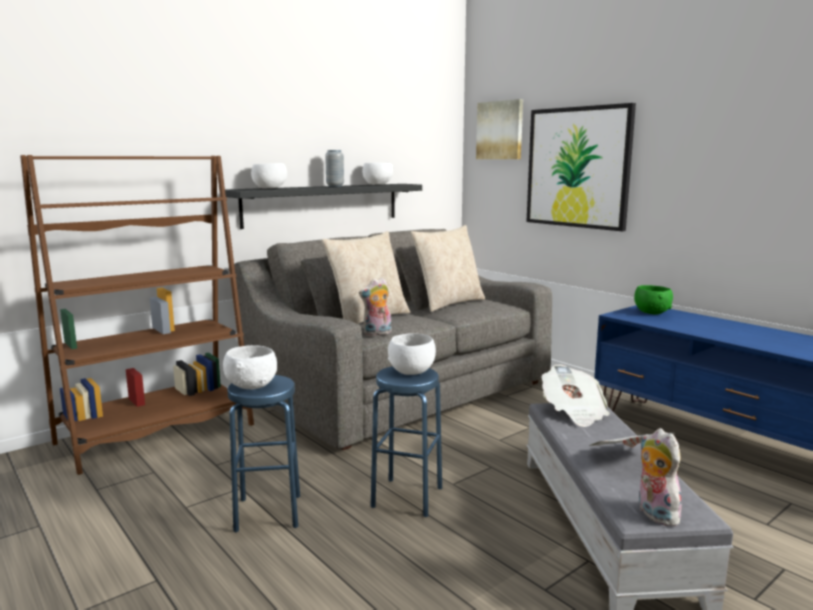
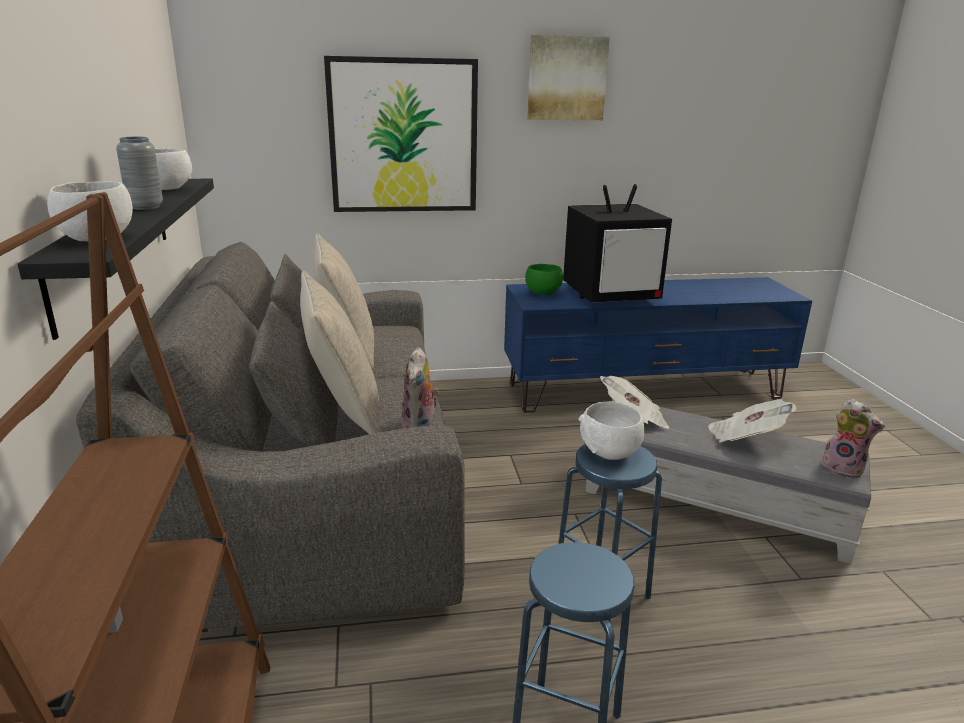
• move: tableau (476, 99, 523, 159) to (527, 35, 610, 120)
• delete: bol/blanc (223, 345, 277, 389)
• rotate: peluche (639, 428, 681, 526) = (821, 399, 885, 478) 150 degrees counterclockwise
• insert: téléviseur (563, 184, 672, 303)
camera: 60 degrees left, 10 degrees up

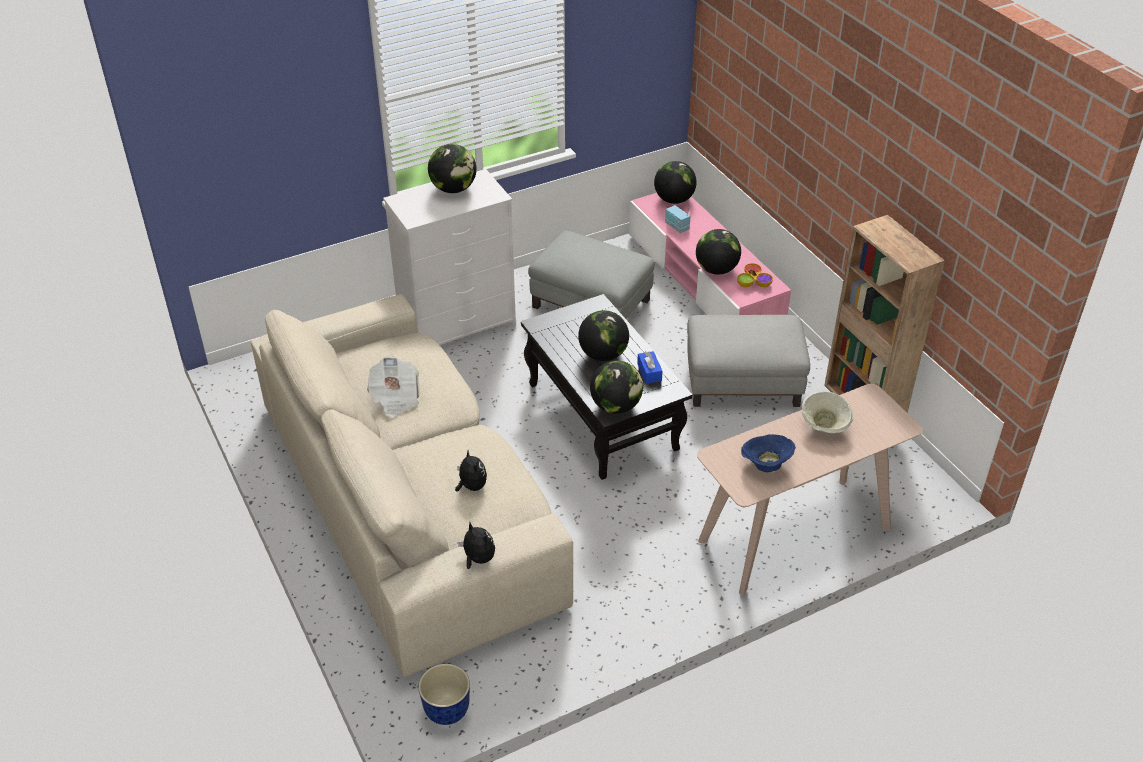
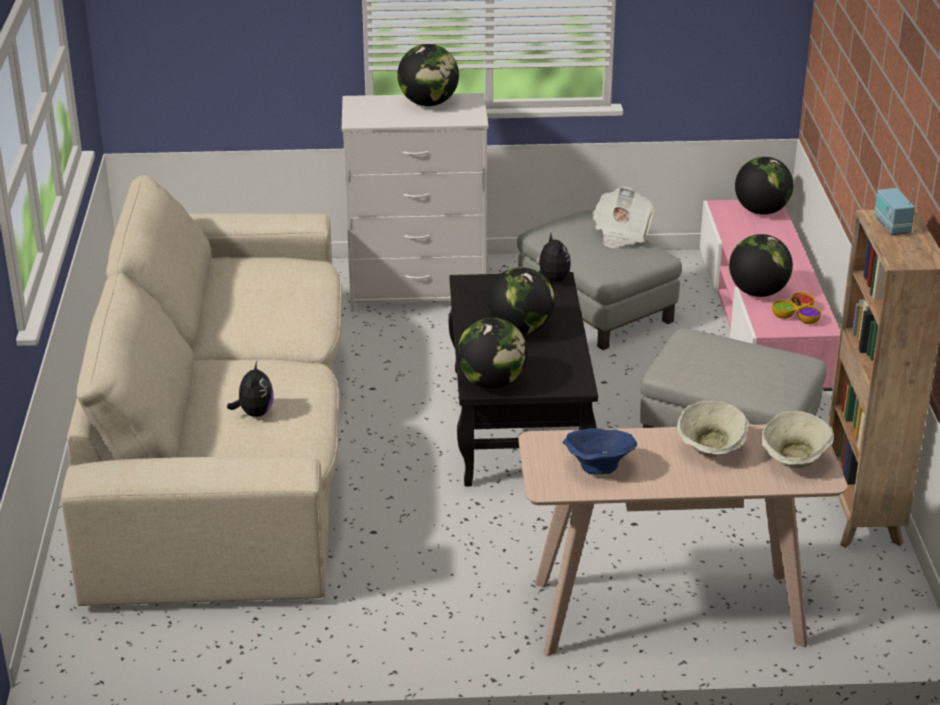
• move: radio (665, 205, 691, 233) to (874, 188, 915, 235)
• delete: boîte à mouchoirs/bleu (637, 351, 663, 384)
• move: journal (367, 356, 420, 418) to (592, 187, 654, 248)
• move: peluche (458, 523, 495, 569) to (536, 233, 571, 282)
• delete: cache-pot (418, 664, 470, 725)
• insert: bol/beige (761, 411, 834, 468)
camera: 25 degrees right, 10 degrees down

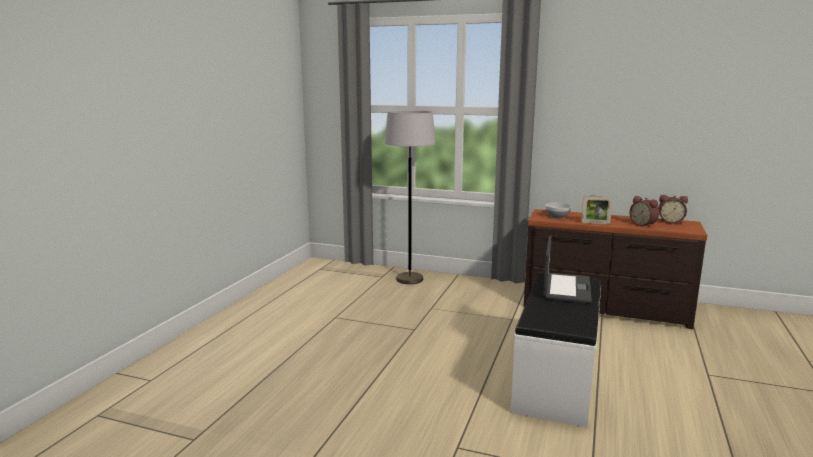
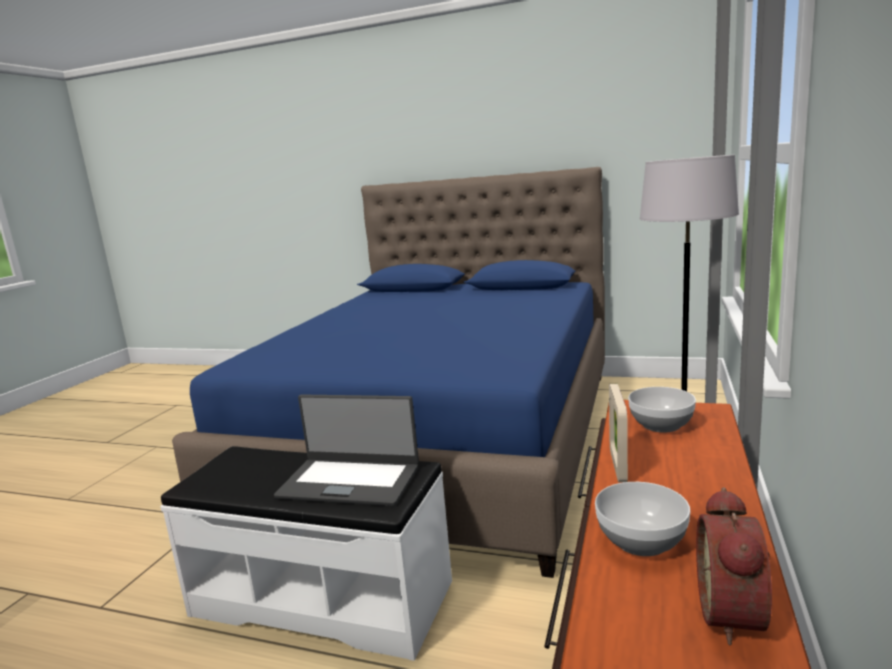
• replace: réveil (630, 196, 659, 228) to bol (595, 482, 691, 556)
• insert: lit/bleu (172, 167, 605, 578)
camera: 90 degrees right, 0 degrees up

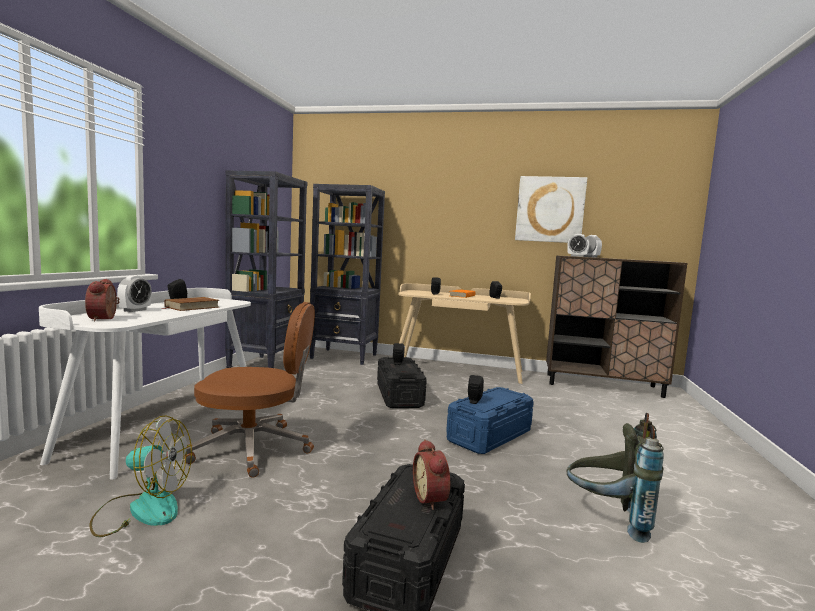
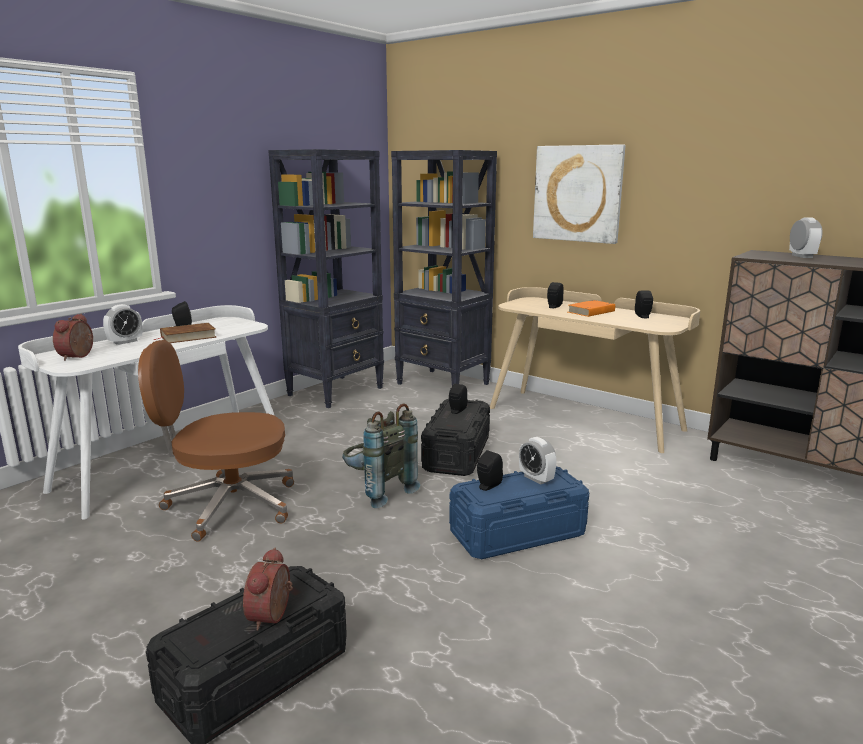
• move: tableau (515, 176, 587, 243) to (533, 144, 625, 244)
• move: réveil (567, 234, 590, 257) to (519, 437, 556, 485)
• rotate: chaise de bureau/marron (184, 302, 315, 478) = (138, 340, 294, 542) 150 degrees clockwise
• move: sac à dos/gris (566, 413, 664, 543) to (342, 403, 420, 508)
• delete: ventilateur (89, 416, 192, 537)
camera: 25 degrees right, 10 degrees up

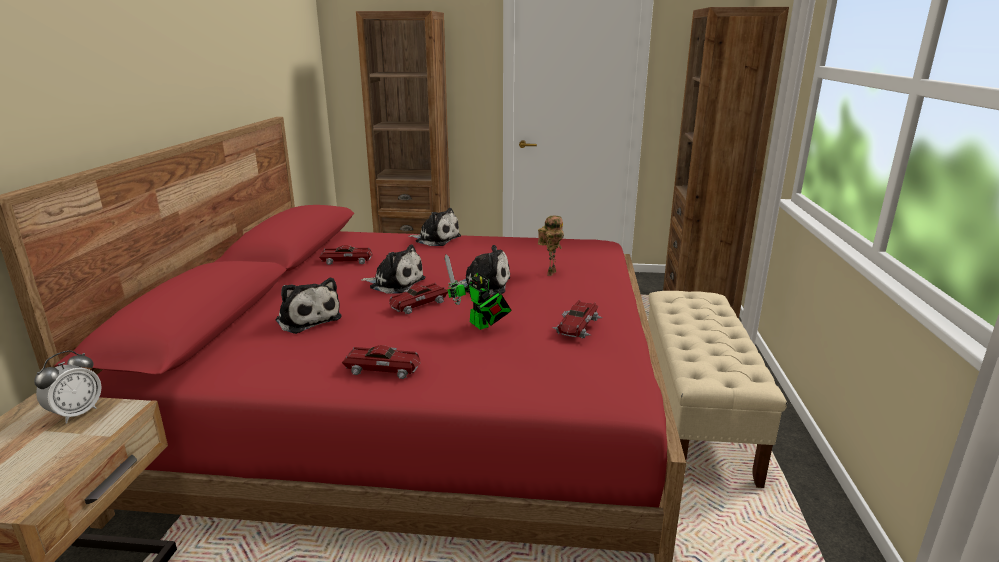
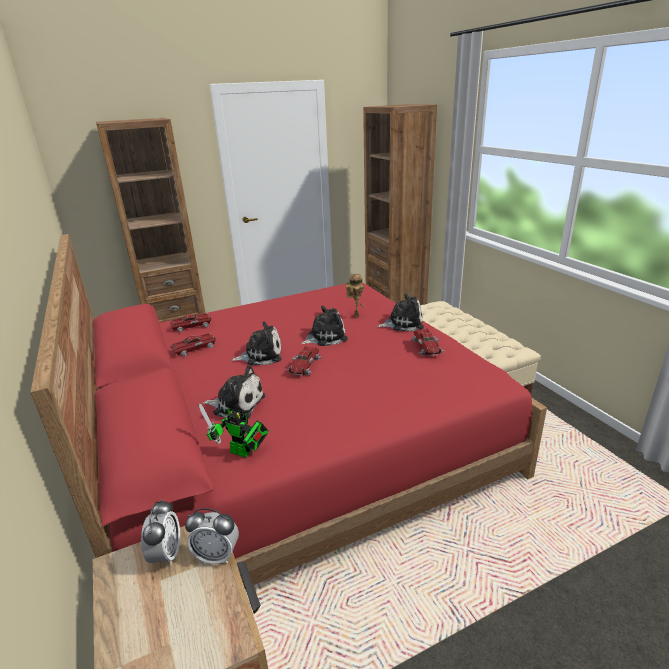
• move: peluche (408, 208, 461, 246) to (377, 293, 424, 331)
• move: robot jouet (445, 254, 512, 330) to (199, 404, 269, 458)
• move: petite voiture (342, 345, 421, 379) to (170, 313, 212, 332)
• insert: réveil (185, 508, 239, 564)
camera: 30 degrees left, 5 degrees up

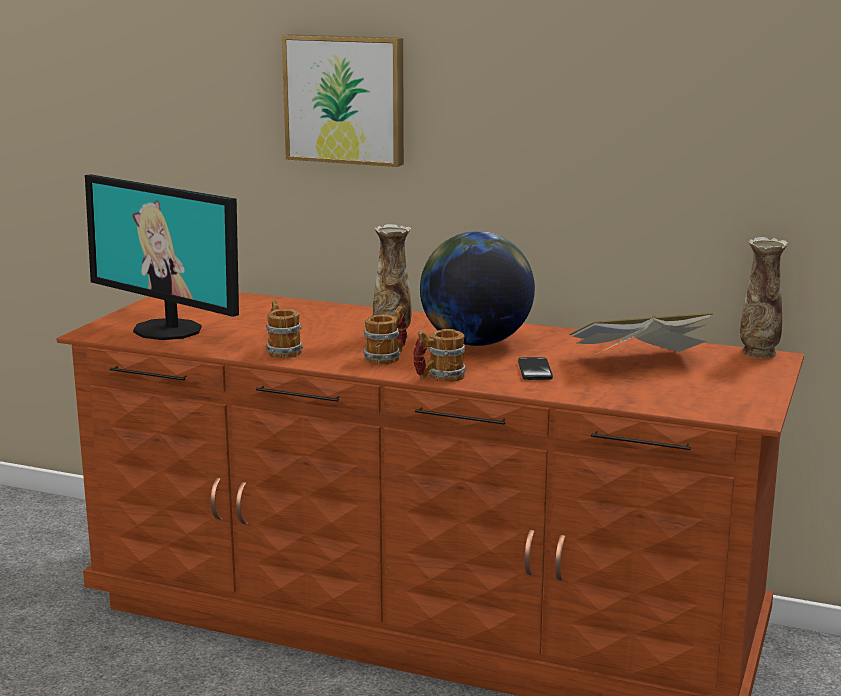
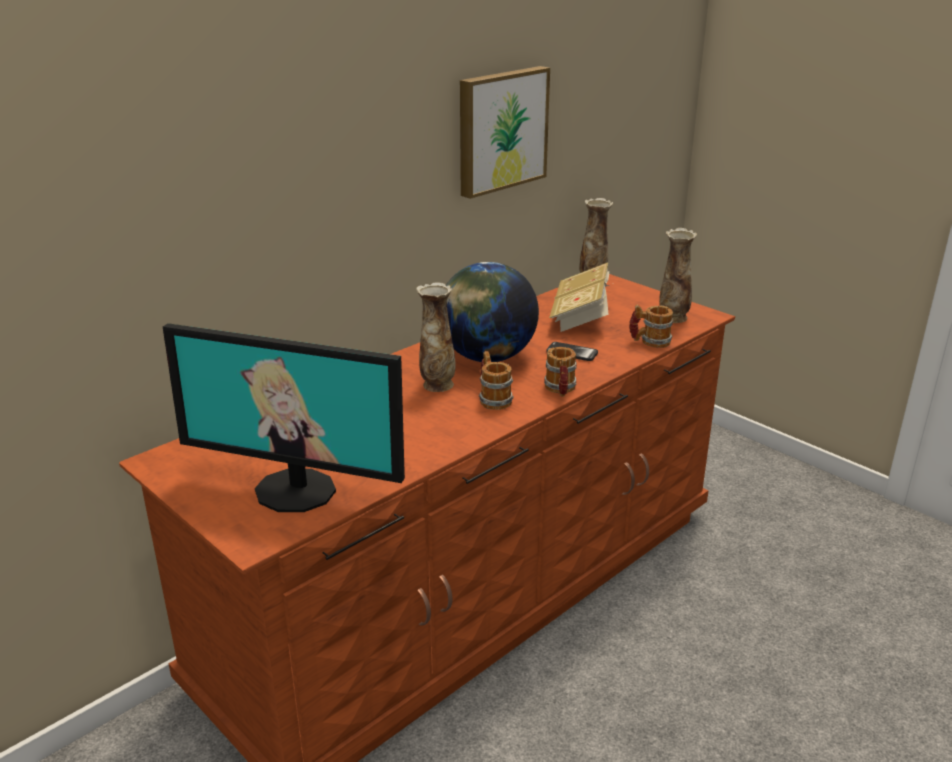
• move: tableau (282, 34, 404, 167) to (460, 66, 550, 199)
• rotate: écran d'ordinateur (85, 174, 239, 340) = (163, 323, 405, 512) 45 degrees clockwise
• move: mug (266, 299, 303, 358) to (629, 304, 673, 348)
• insert: vase (659, 228, 697, 323)
camera: 65 degrees left, 10 degrees up

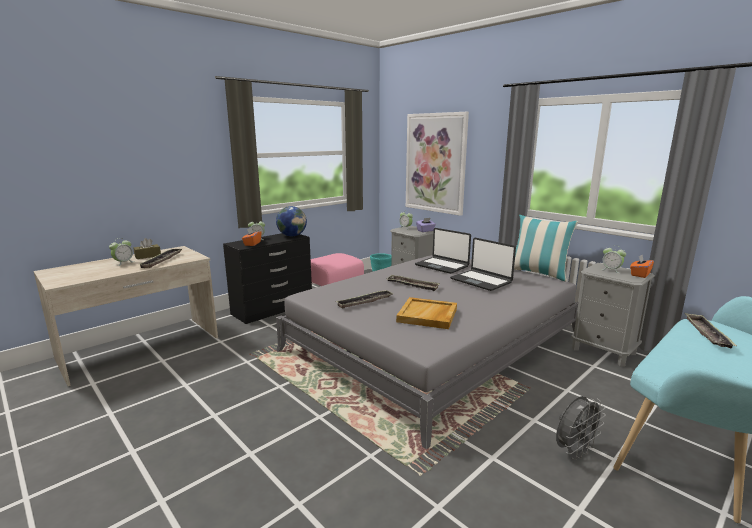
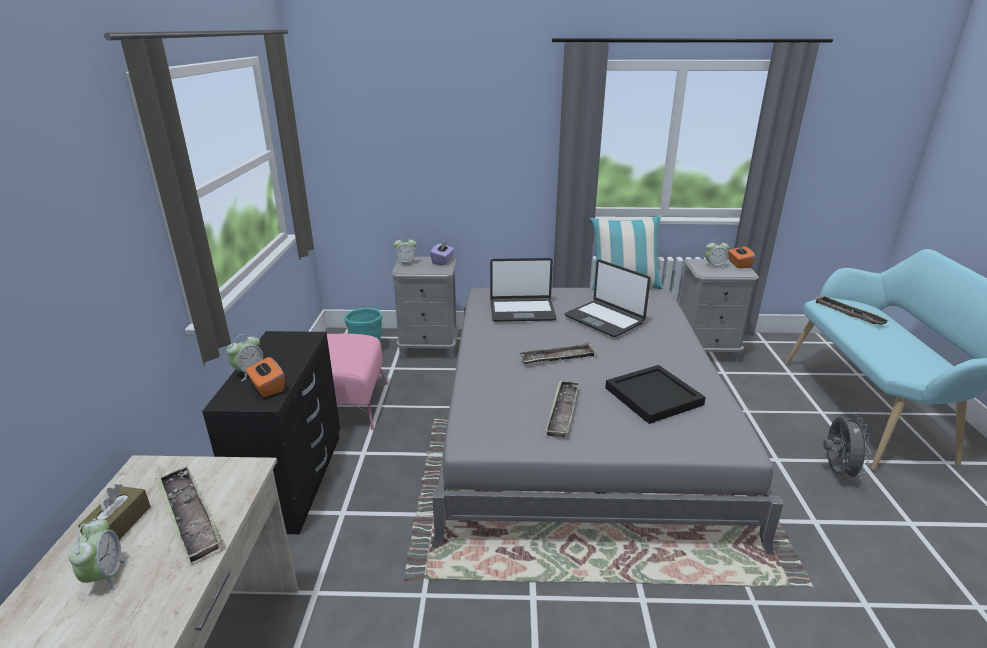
• delete: tableau (406, 112, 469, 216)
• delete: globe (276, 206, 307, 236)
• rotate: ordinateur portable (450, 238, 516, 291) = (564, 259, 651, 337) 45 degrees clockwise
• recolor: plateau/beige (396, 297, 457, 329) to plateau/noir (605, 365, 706, 424)
camera: 45 degrees left, 10 degrees up

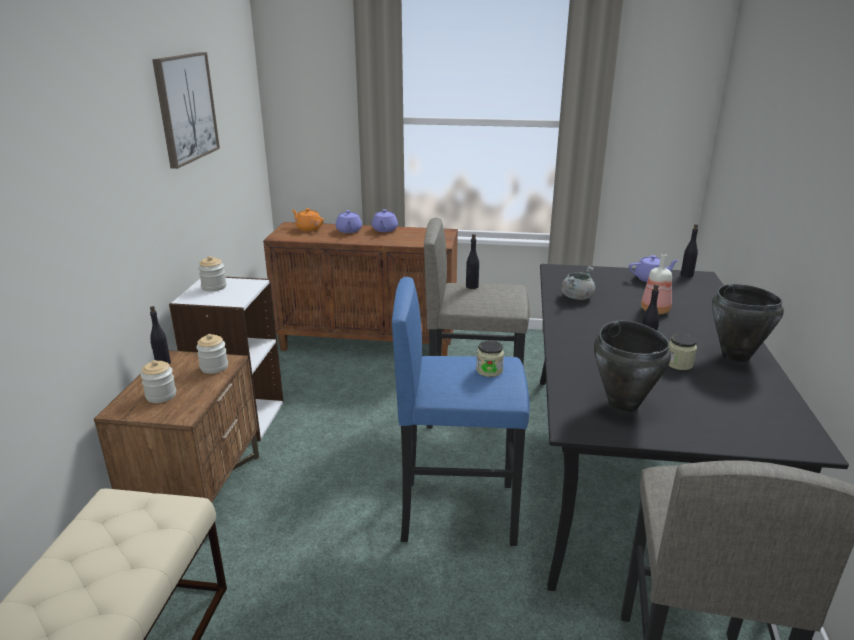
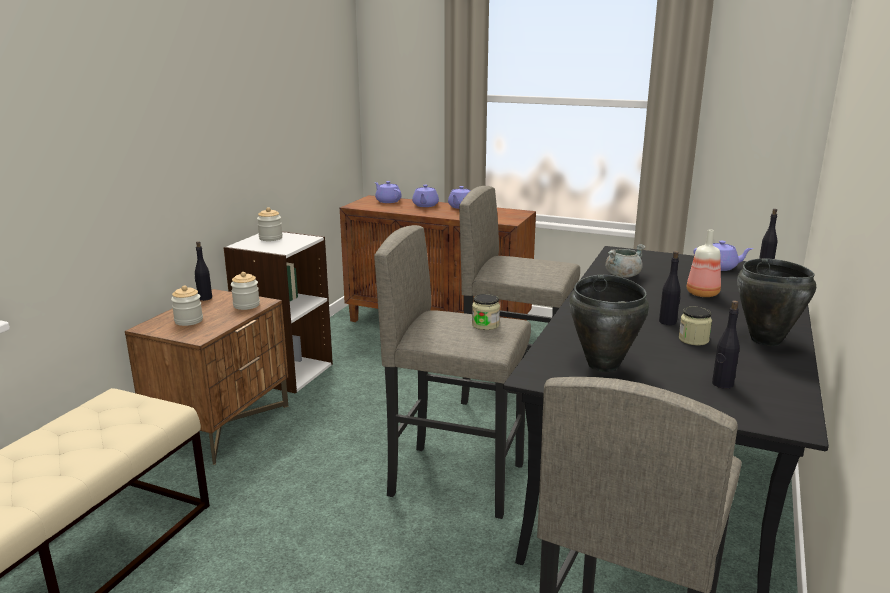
• delete: tableau (152, 52, 220, 169)
• recolor: théière/orange (291, 208, 324, 231) to théière/violet (375, 181, 402, 203)
• move: bouteille/noir (466, 234, 479, 289) to (712, 300, 740, 389)
• recolor: tabouret/bleu (392, 277, 530, 546) to tabouret/gris (374, 225, 531, 519)
camera: 15 degrees right, 5 degrees down

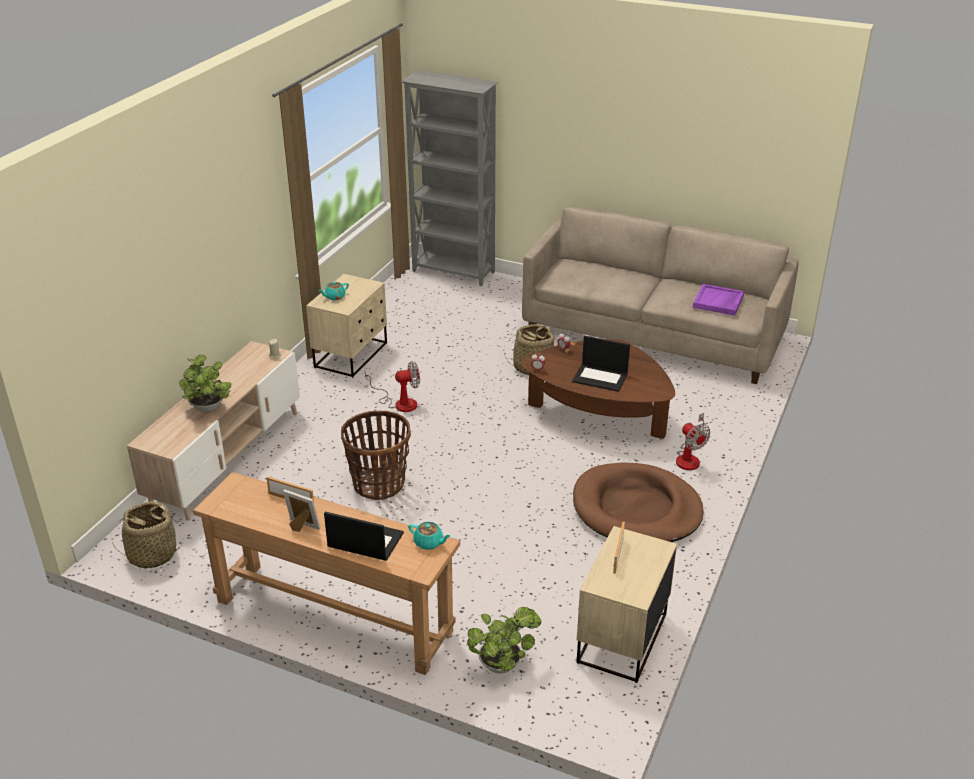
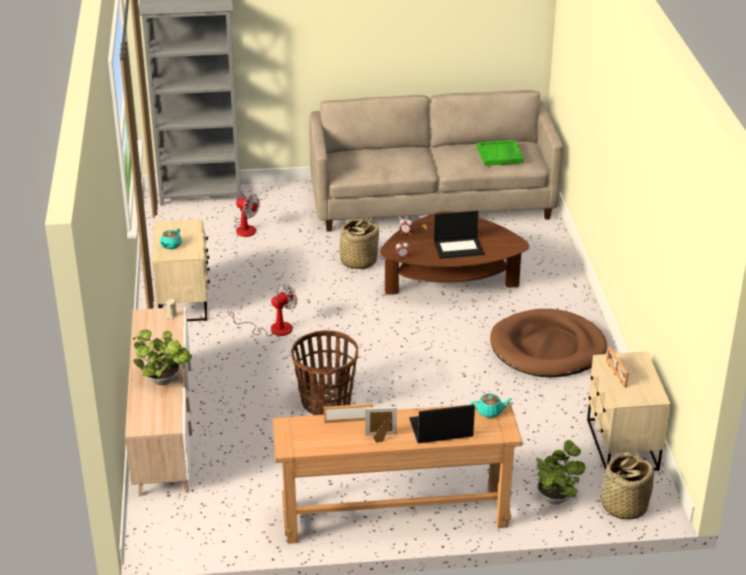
• recolor: plateau/violet (693, 284, 744, 316) to plateau/vert (477, 140, 524, 166)
• move: ventilateur (676, 413, 711, 470) to (234, 190, 260, 237)
• move: panier (113, 501, 181, 569) to (601, 454, 654, 519)
camera: 30 degrees left, 0 degrees up

